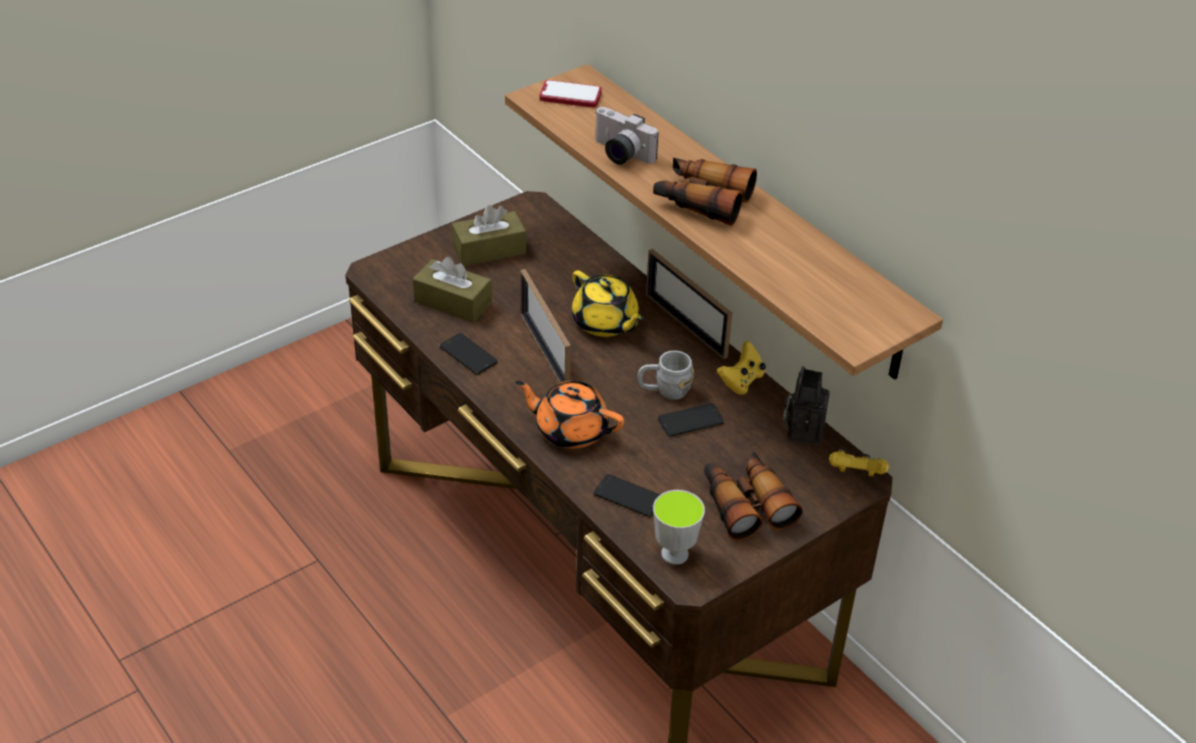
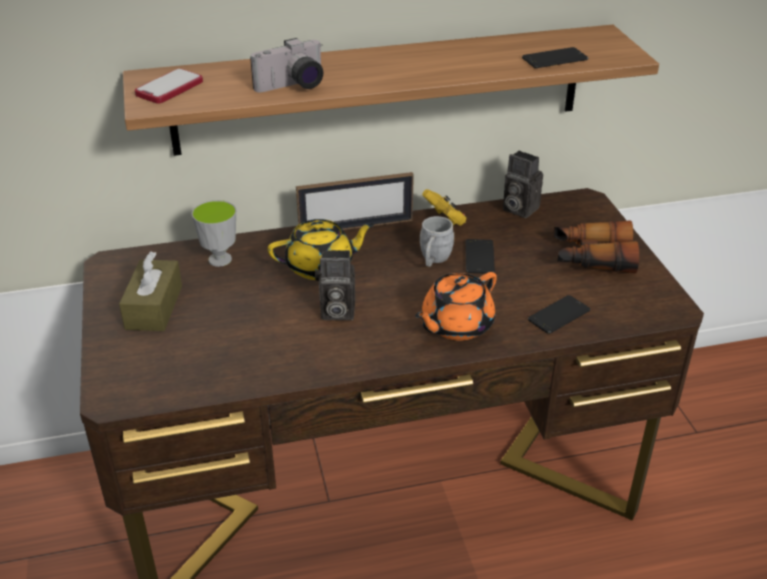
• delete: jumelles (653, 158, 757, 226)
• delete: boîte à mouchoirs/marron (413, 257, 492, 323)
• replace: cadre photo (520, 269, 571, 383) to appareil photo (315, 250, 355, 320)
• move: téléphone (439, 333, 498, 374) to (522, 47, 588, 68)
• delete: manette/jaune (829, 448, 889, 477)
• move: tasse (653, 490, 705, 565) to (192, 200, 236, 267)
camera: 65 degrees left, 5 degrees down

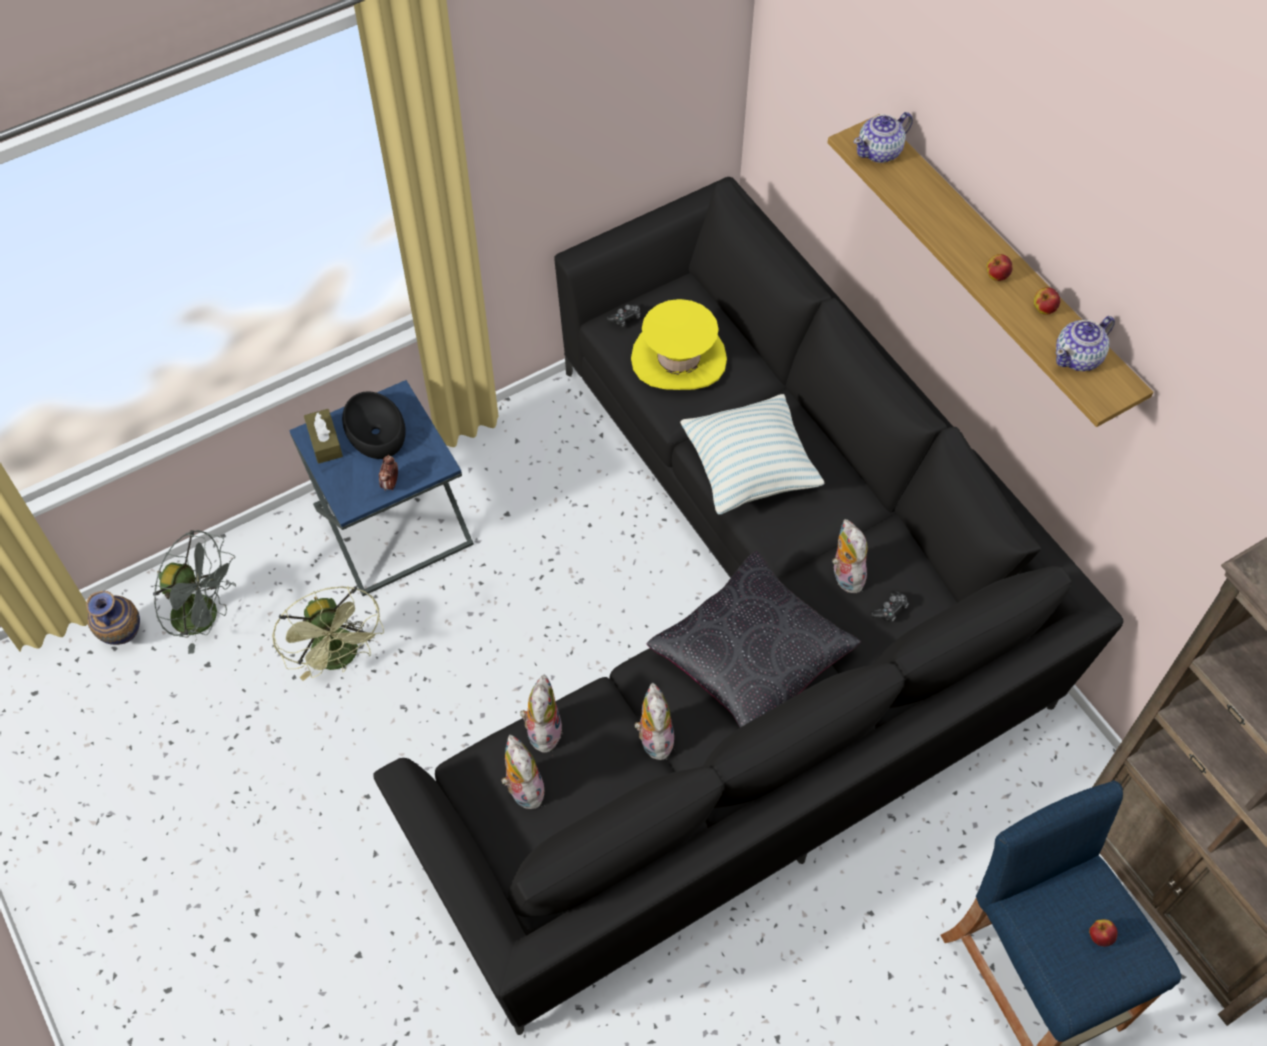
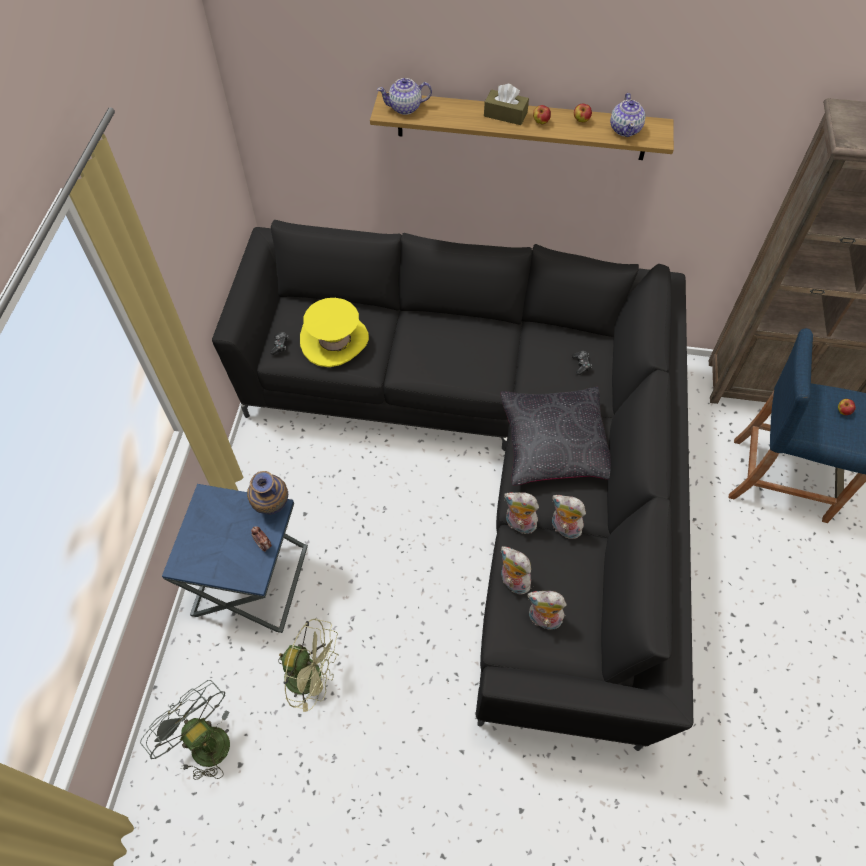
• rotate: théière (854, 112, 913, 163) = (377, 78, 432, 115) 75 degrees clockwise
• delete: bol/noir (342, 391, 406, 459)
• delete: coussin (680, 394, 825, 515)
• move: boîte à mouchoirs/marron (304, 409, 343, 464) to (484, 84, 529, 125)
• move: peluche (832, 519, 868, 593) to (504, 492, 539, 534)
• rotate: ventilateur/gris (153, 530, 236, 654) = (140, 680, 230, 780) 105 degrees counterclockwise
• move: vase (86, 591, 140, 645) to (247, 471, 288, 515)
camera: 50 degrees left, 0 degrees up

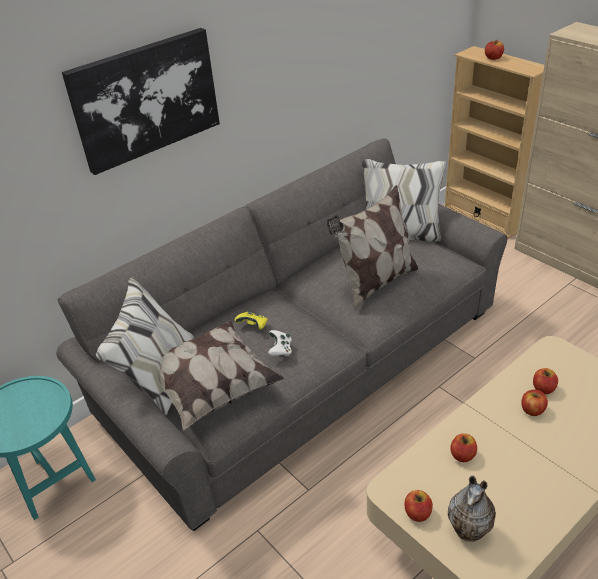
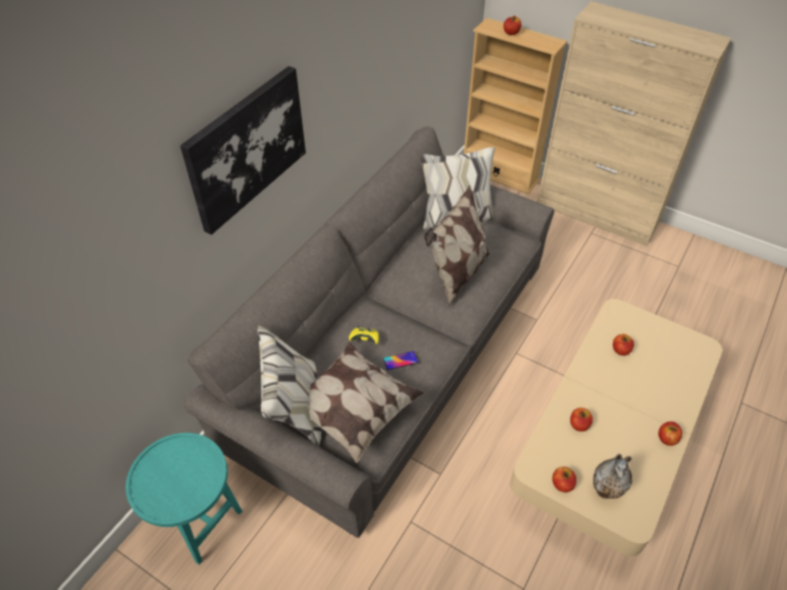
• replace: manette/blanc (268, 330, 292, 356) to téléphone (383, 351, 418, 370)
• move: pomme (521, 390, 548, 416) to (658, 421, 682, 446)
camera: 20 degrees left, 10 degrees up

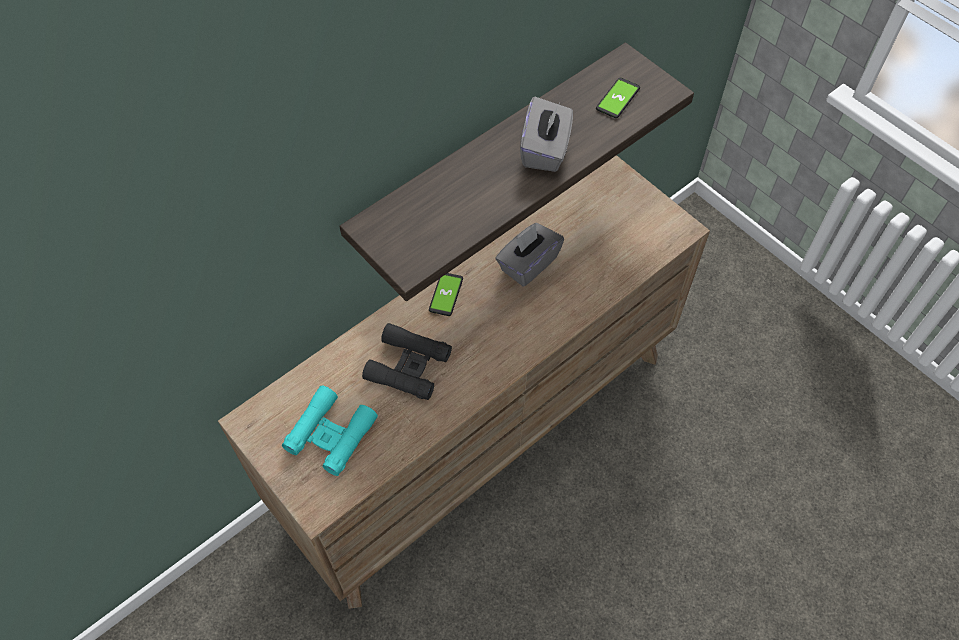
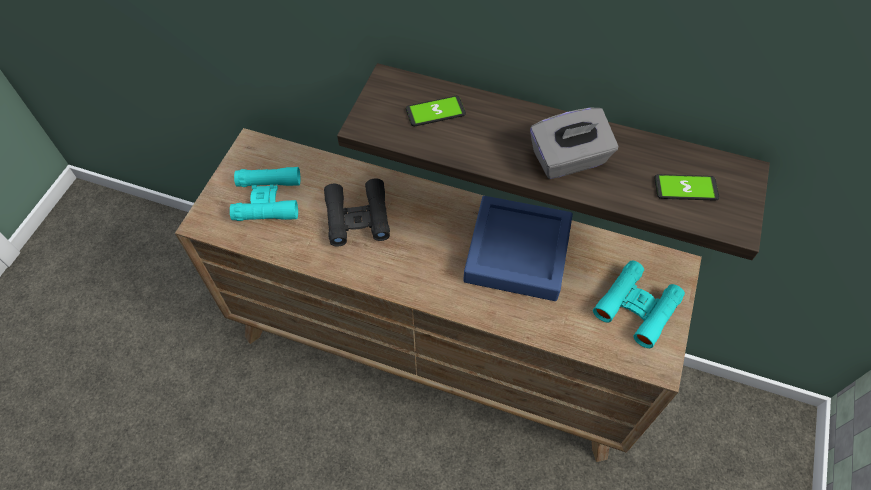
• replace: boîte à mouchoirs/gris (495, 223, 564, 287) to plateau/bleu (463, 196, 573, 301)
• move: téléphone (429, 273, 463, 316) to (406, 96, 466, 126)
• insert: jumelles/turquoise (593, 261, 685, 348)
camera: 60 degrees right, 0 degrees up

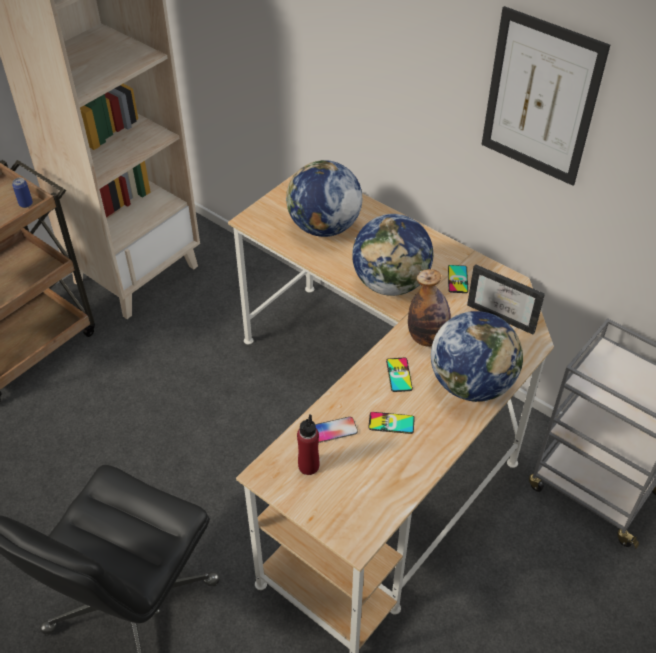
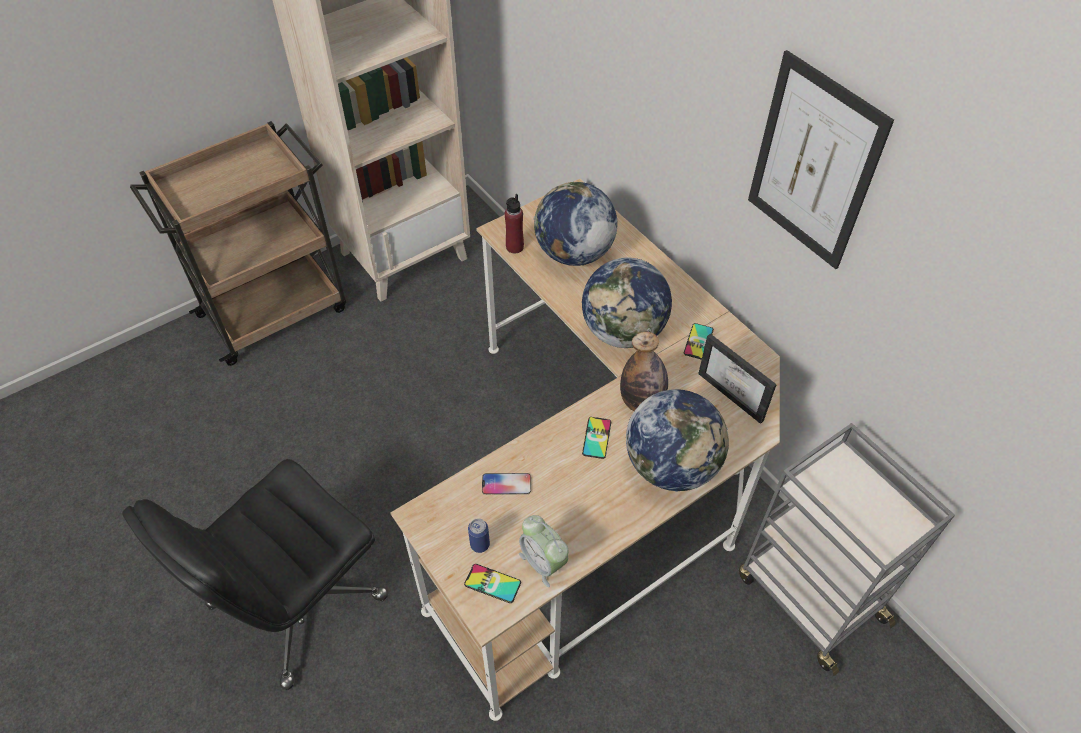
• move: boîte métallique (12, 178, 33, 208) to (468, 518, 490, 553)
• move: téléphone (368, 412, 415, 434) to (464, 564, 521, 603)
• move: bouteille/rouge (297, 414, 320, 475) to (505, 194, 524, 253)
• insert: réveil (519, 515, 568, 587)
camera: 15 degrees right, 5 degrees up

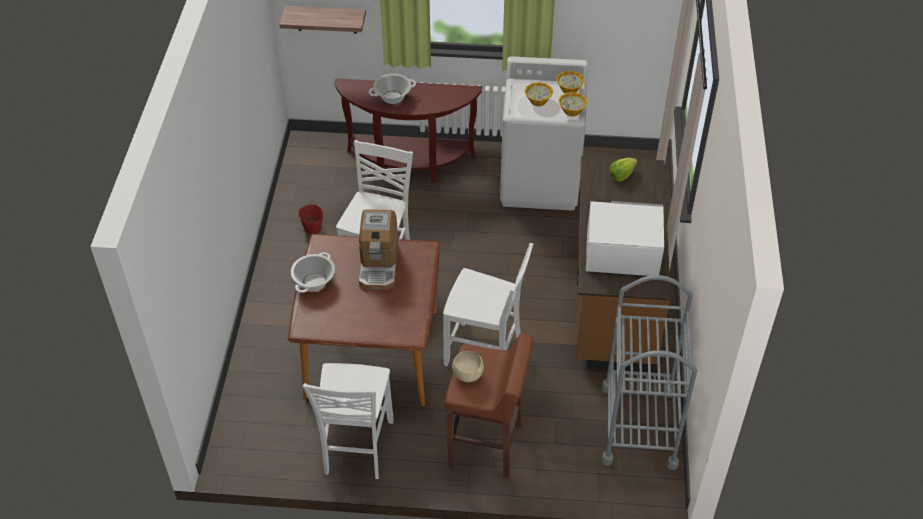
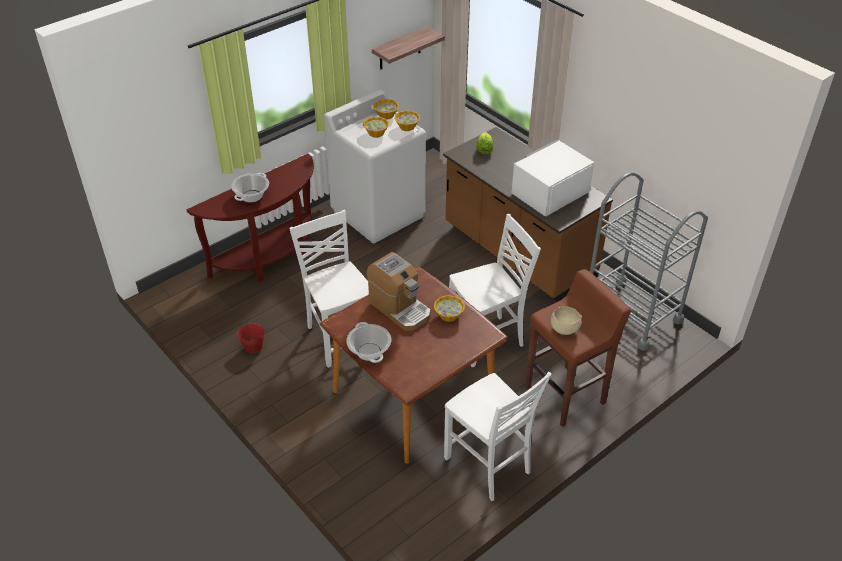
• move: étagère (279, 6, 366, 34) to (372, 26, 445, 70)
• insert: bol (434, 295, 465, 322)
camera: 45 degrees left, 5 degrees down

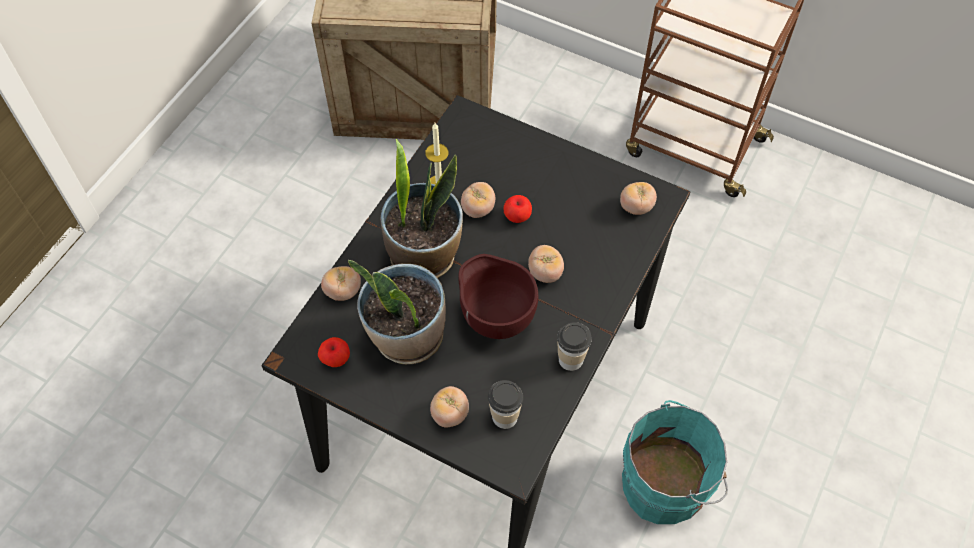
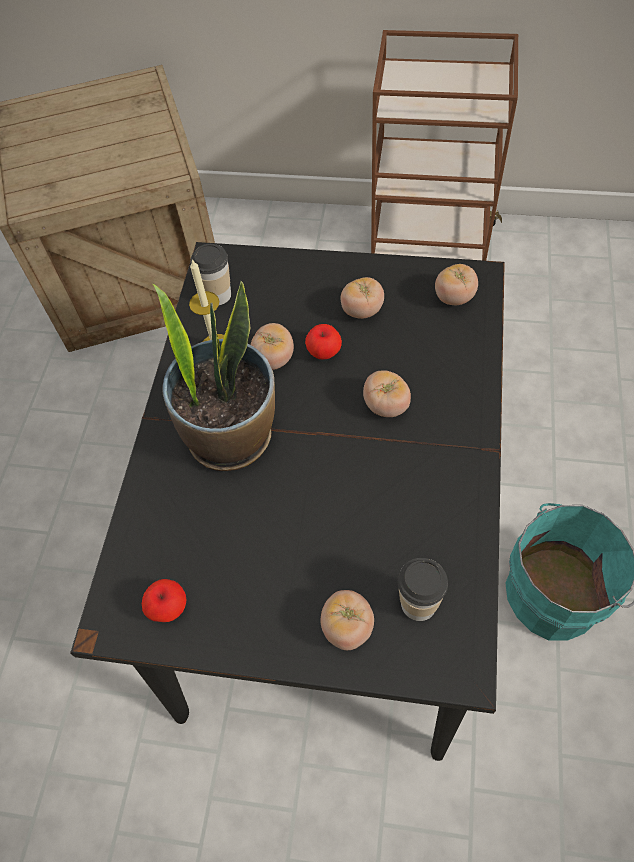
• delete: bol/marron (458, 254, 538, 339)
• delete: plante en pot (348, 260, 446, 364)
• move: tomate (321, 266, 361, 301) to (341, 277, 384, 319)
• move: tasse (557, 322, 592, 371) to (191, 244, 231, 305)
camera: 15 degrees left, 0 degrees up

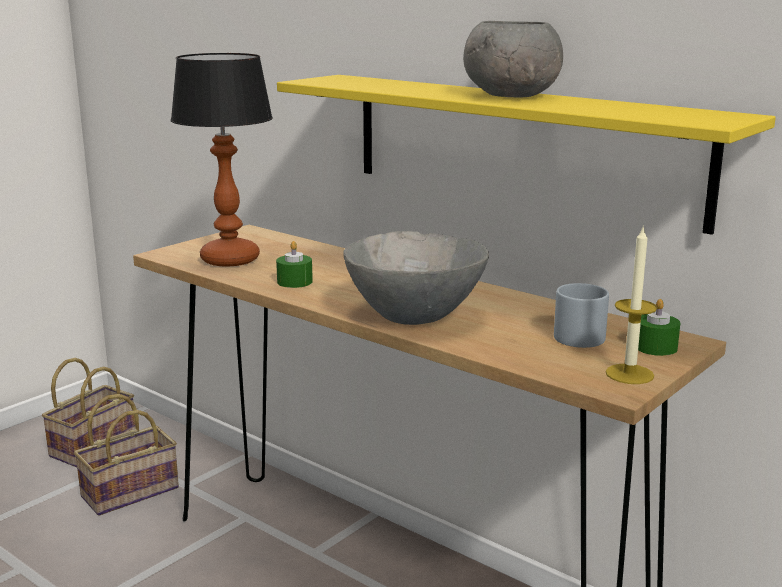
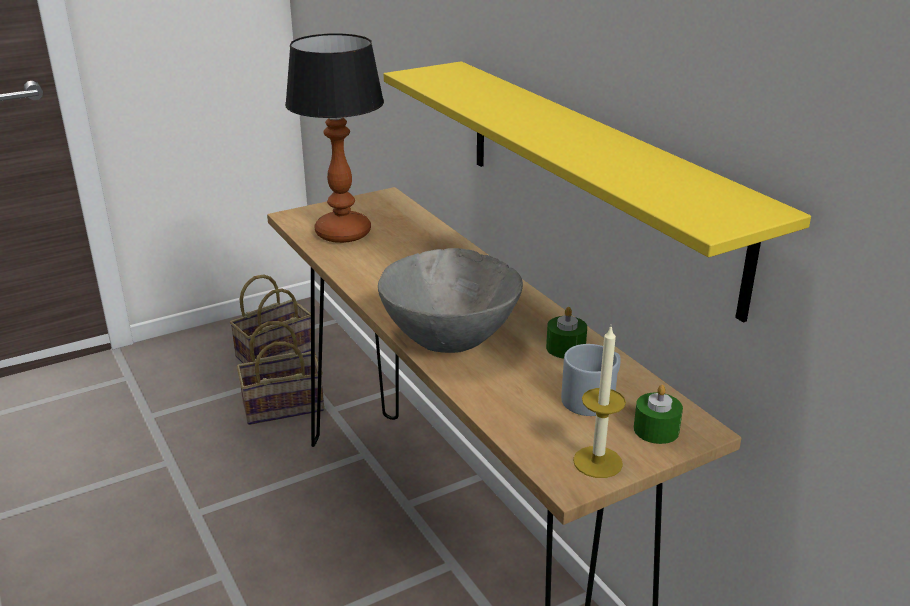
• delete: bol/gris (463, 21, 563, 97)
• move: bougie/vert (276, 241, 313, 288) to (546, 307, 587, 359)
camera: 20 degrees right, 10 degrees up

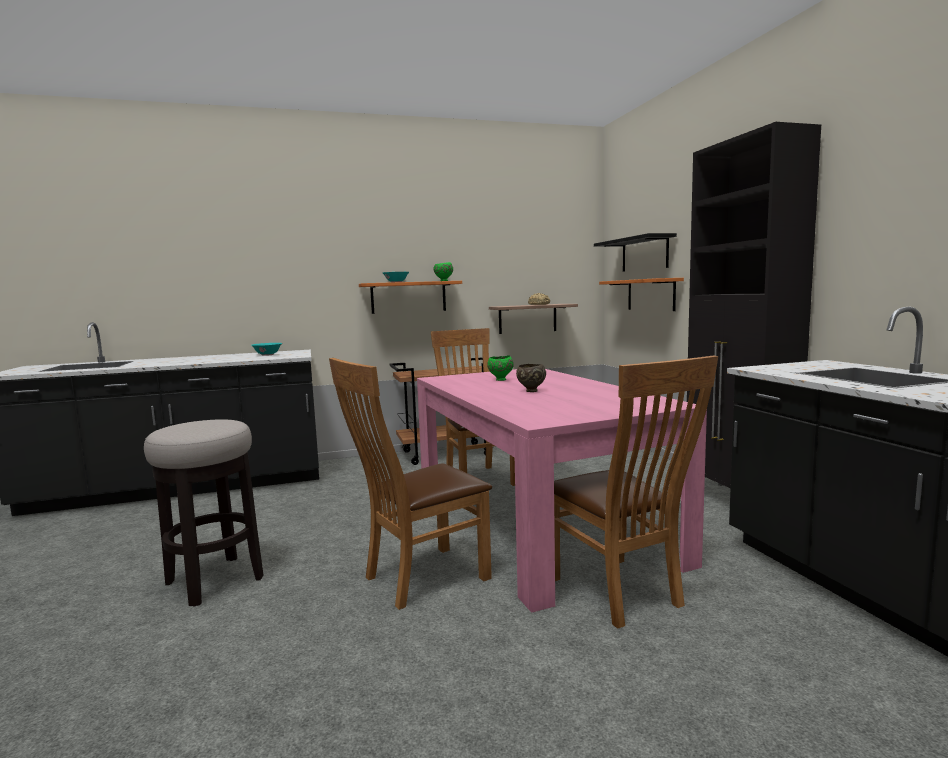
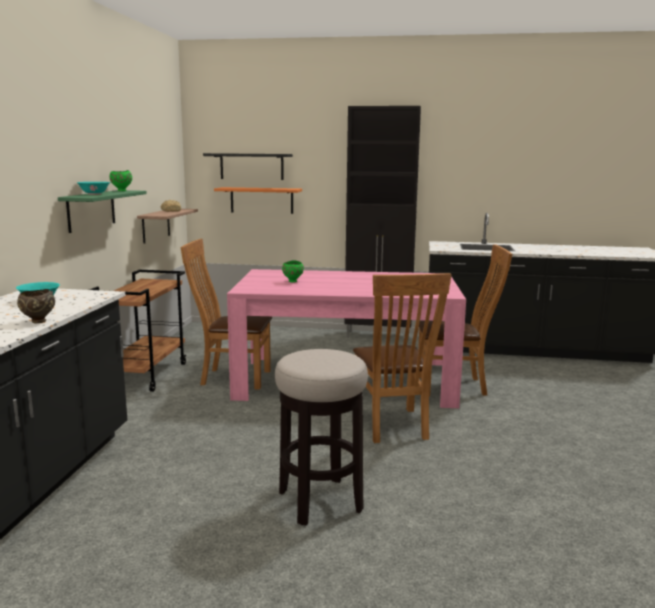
• recolor: étagère/orange (359, 281, 462, 314) to étagère/vert (58, 190, 147, 233)
• move: bol/marron (516, 364, 546, 392) to (17, 289, 55, 323)
camera: 65 degrees left, 5 degrees up

